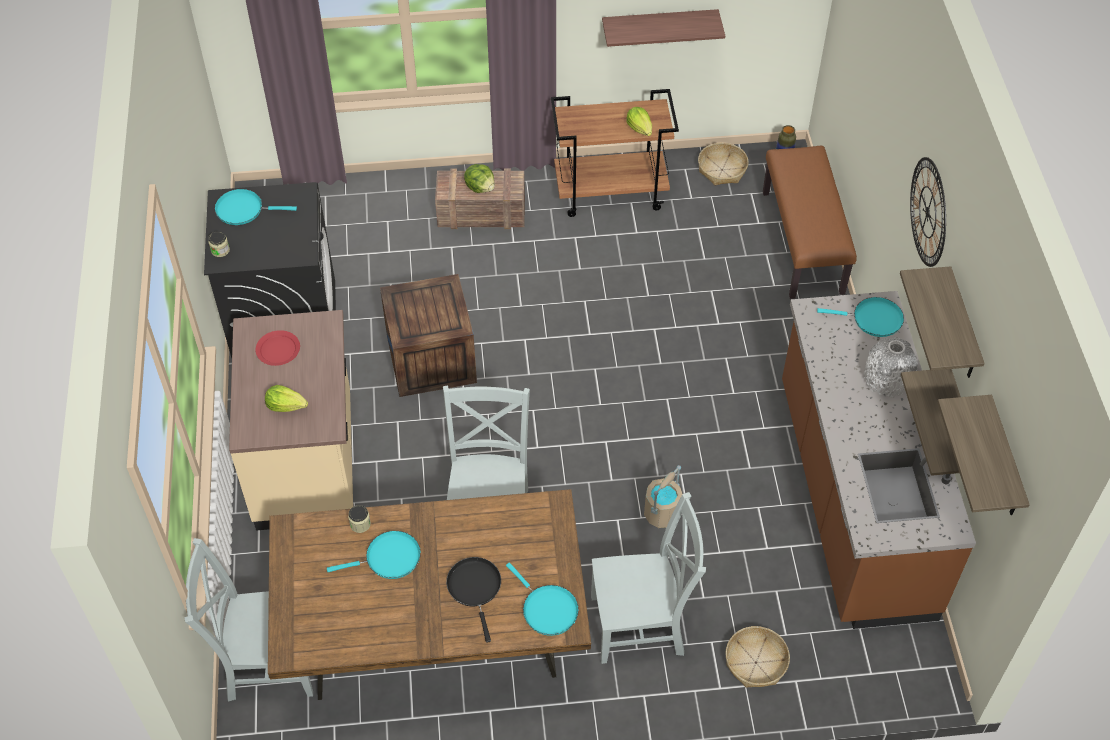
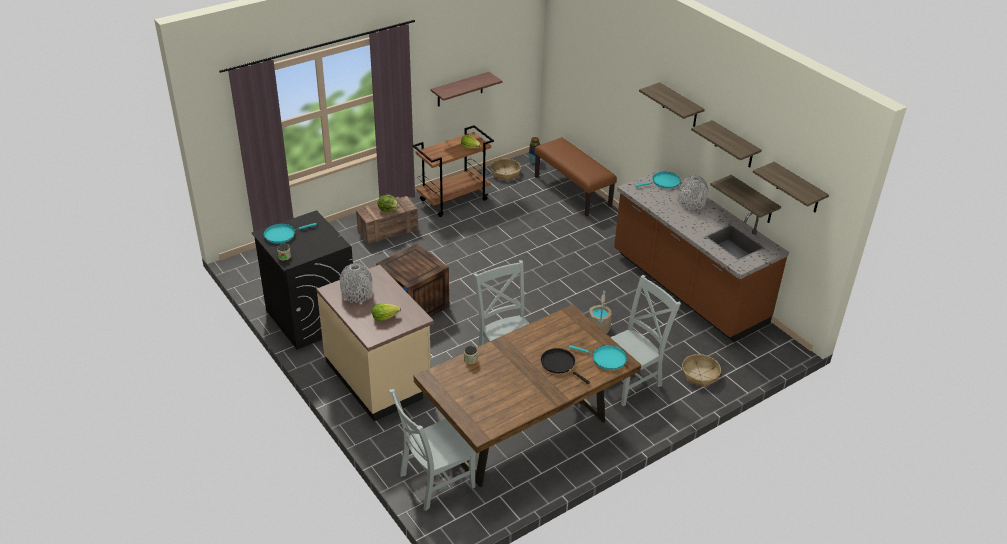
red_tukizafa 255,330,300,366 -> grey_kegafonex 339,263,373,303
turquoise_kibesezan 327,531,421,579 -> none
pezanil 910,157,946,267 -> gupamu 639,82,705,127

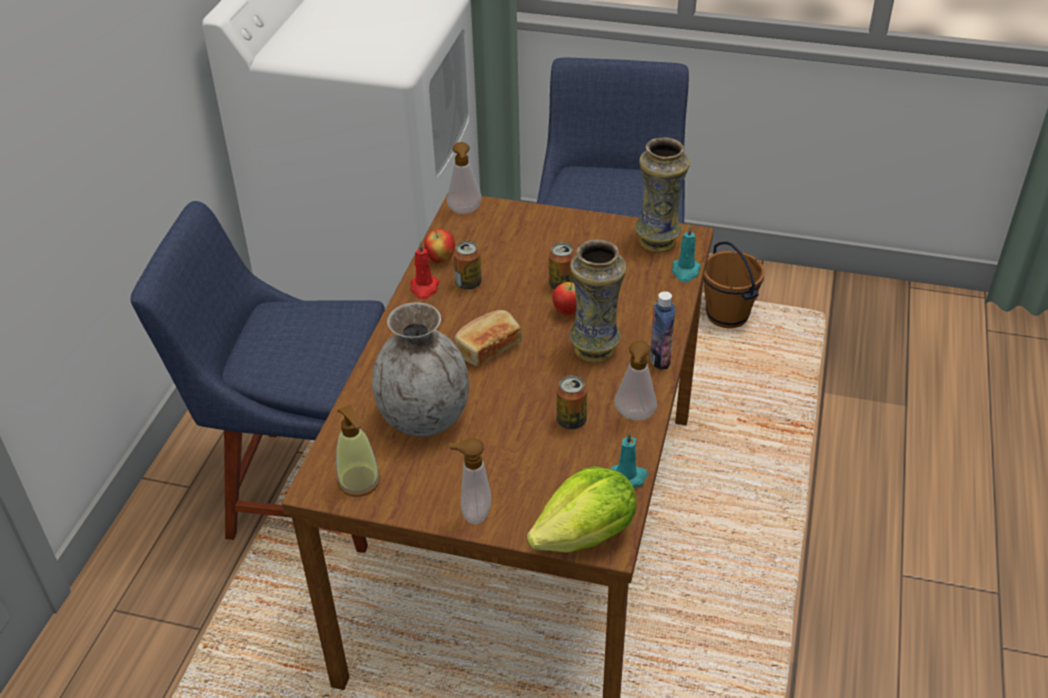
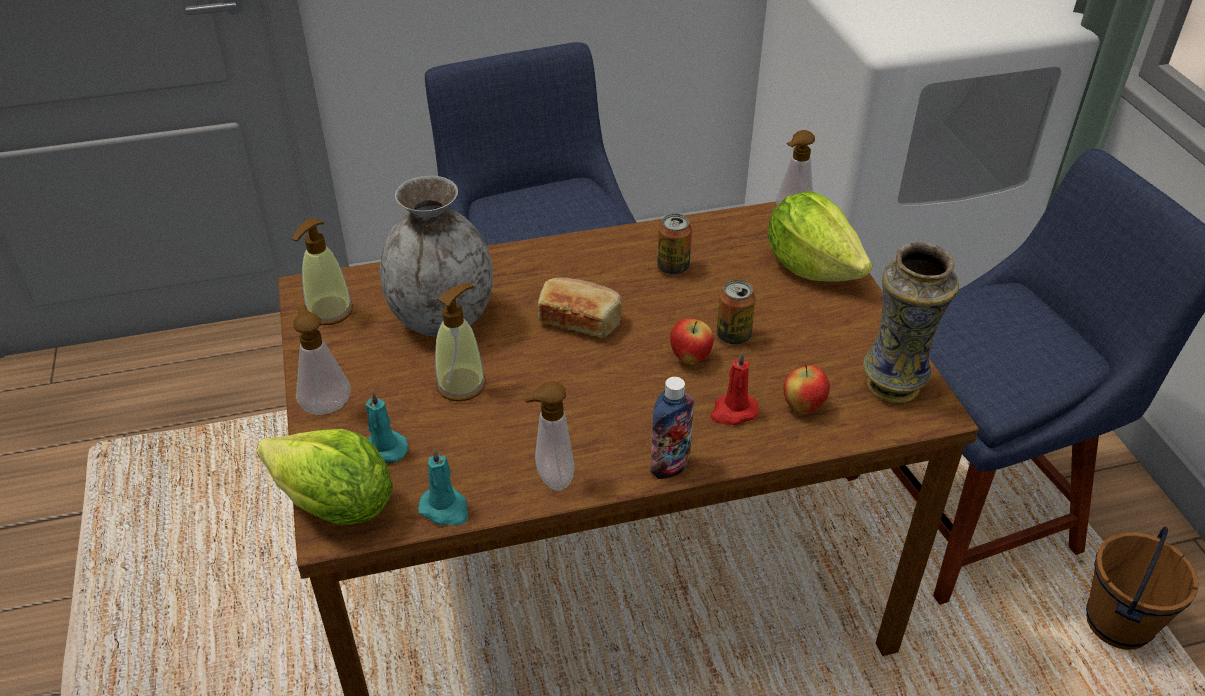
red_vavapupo 411,241,439,299 -> red_vavapupo 711,351,759,425, shifted
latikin 424,229,455,263 -> latikin 783,365,830,414, shifted
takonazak 557,375,587,429 -> none
kegafonex 569,239,627,363 -> none
turquoise_vavapupo 672,225,701,282 -> turquoise_vavapupo 365,390,408,463, shifted
none -> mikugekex 435,283,486,401
none -> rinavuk 767,191,873,282

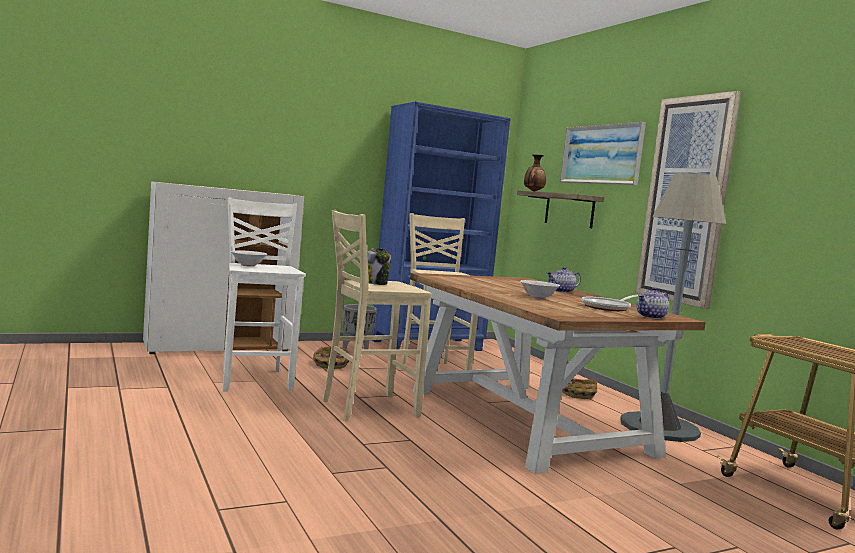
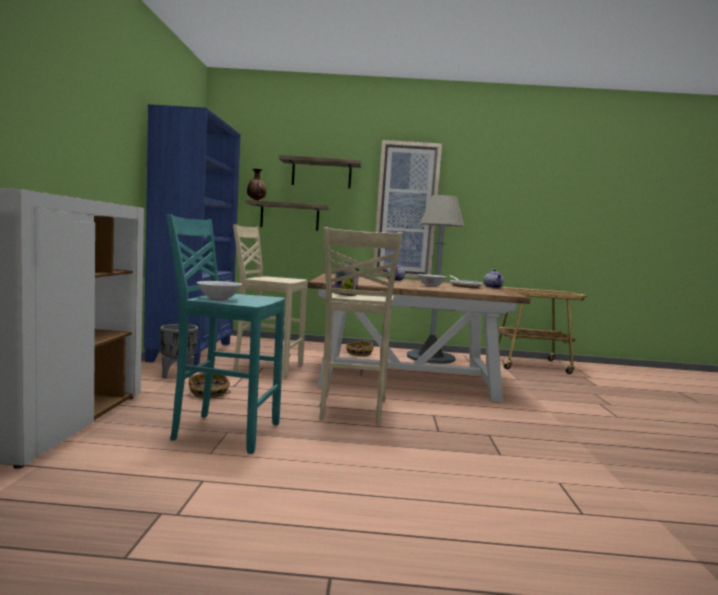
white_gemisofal 223,198,306,391 -> turquoise_gemisofal 166,214,285,454
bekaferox 560,122,646,185 -> gupamu 278,155,361,189

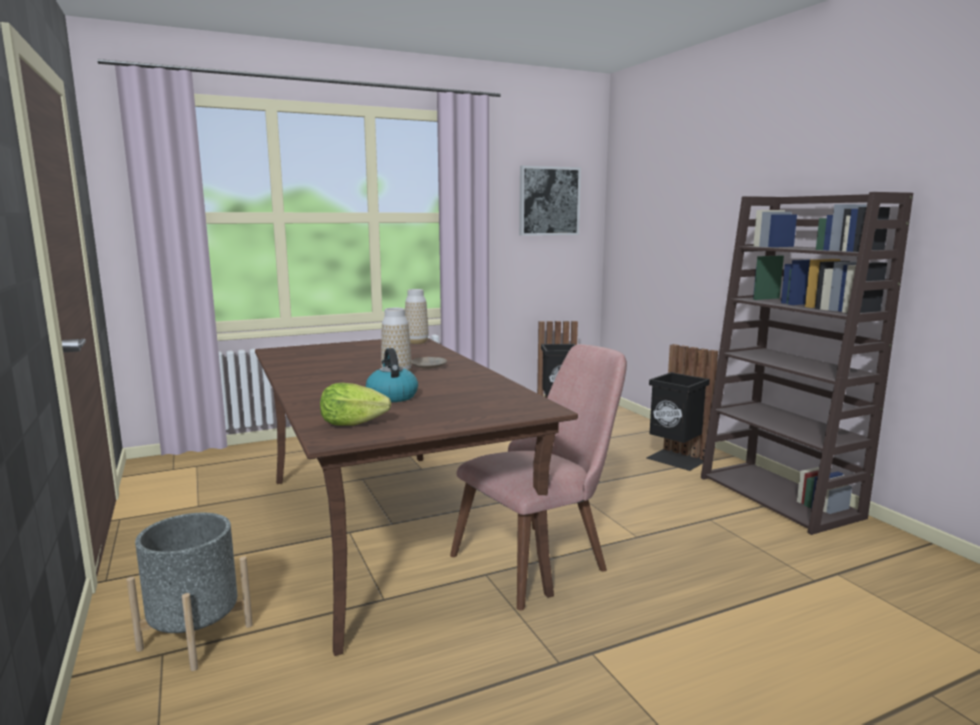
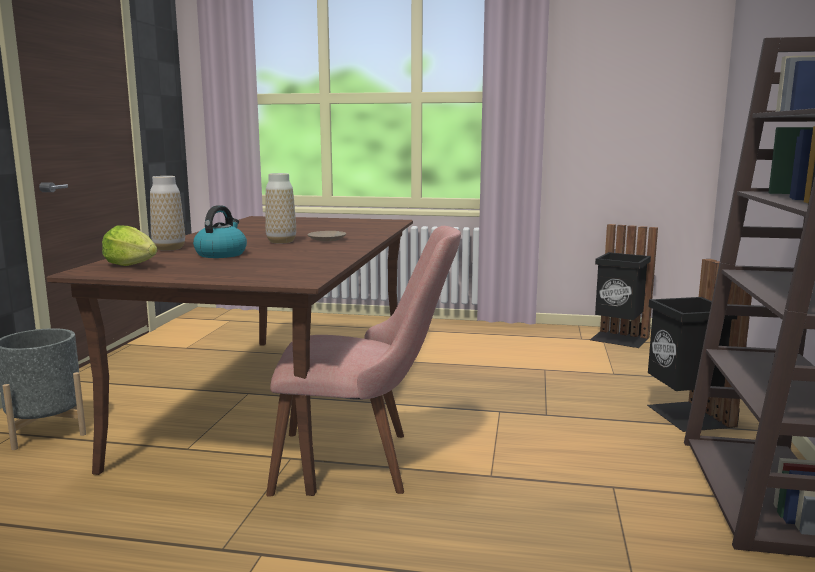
kegafonex 405,289,429,344 -> kegafonex 150,176,185,251, shifted
bekaferox 519,166,581,236 -> none

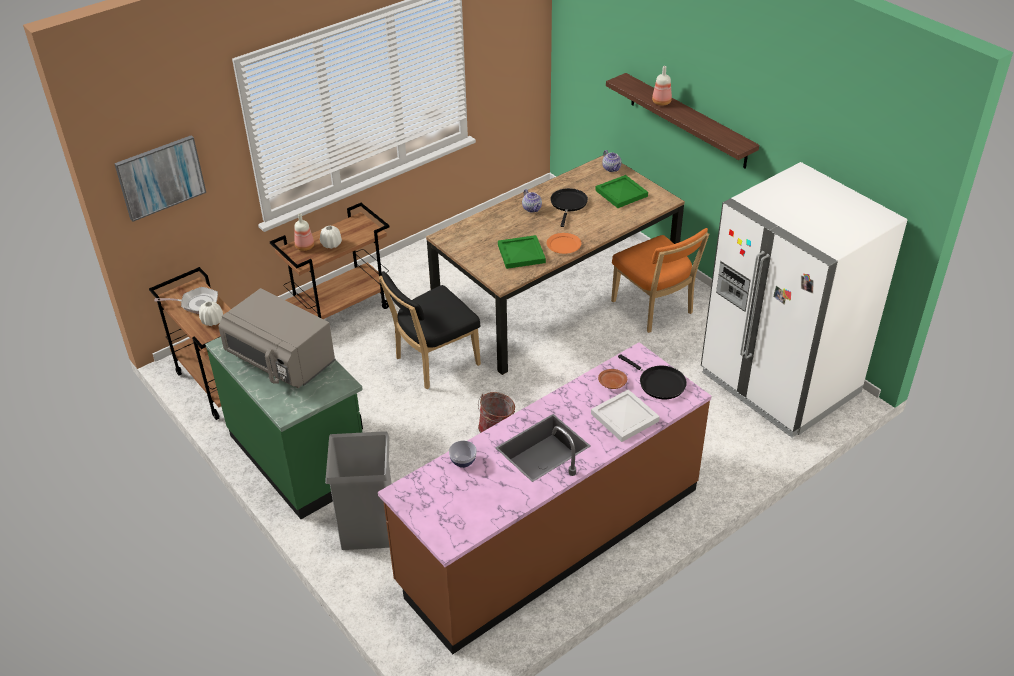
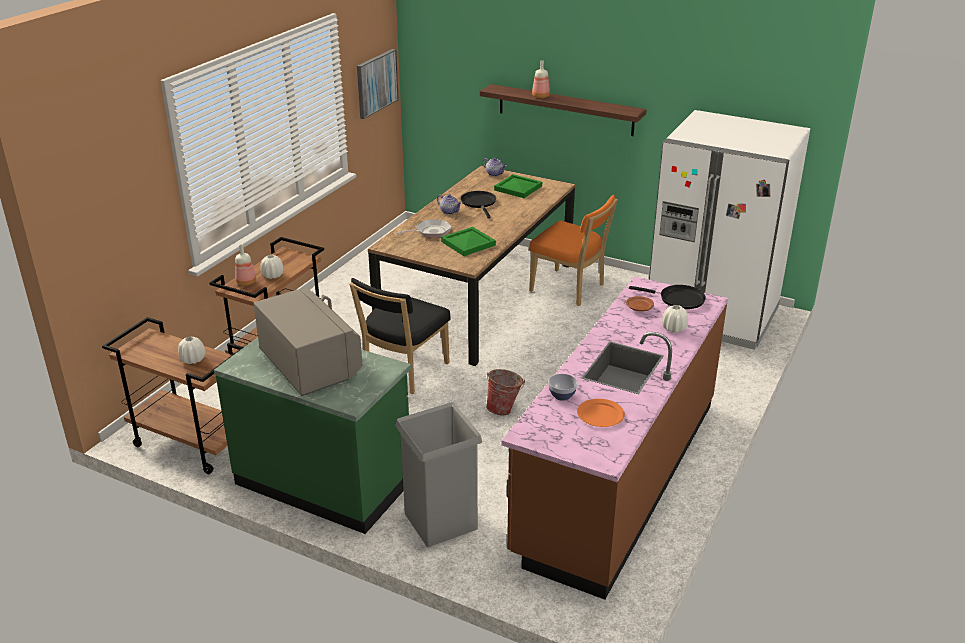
bekaferox 114,135,206,222 -> bekaferox 357,49,399,119, shifted
kibesezan 154,287,218,314 -> kibesezan 396,220,452,238, shifted
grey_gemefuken 218,288,336,388 -> grey_gemefuken 253,287,362,396, 135 degrees counterclockwise
orange_tukizafa 547,233,581,254 -> orange_tukizafa 577,399,625,427, shifted
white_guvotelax 591,389,660,442 -> white_kegafonex 662,305,688,333

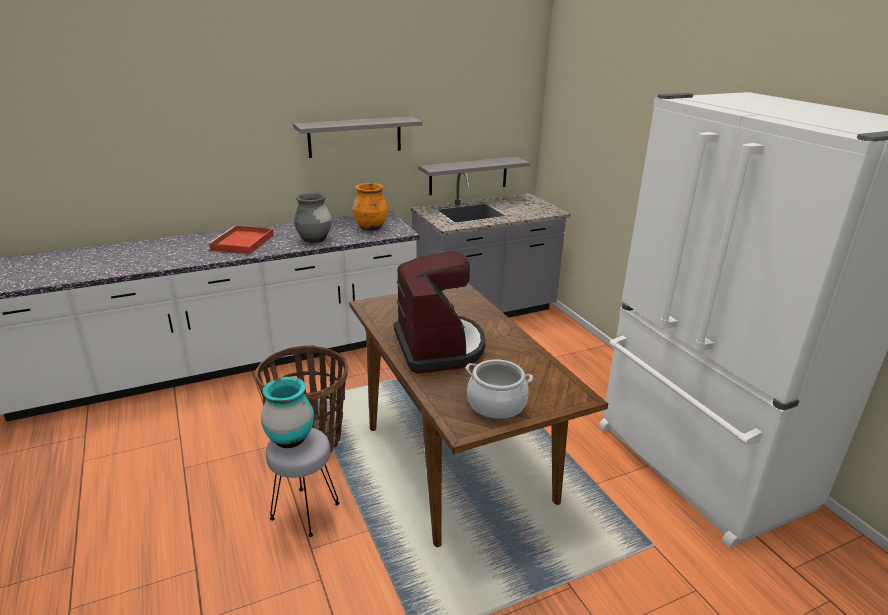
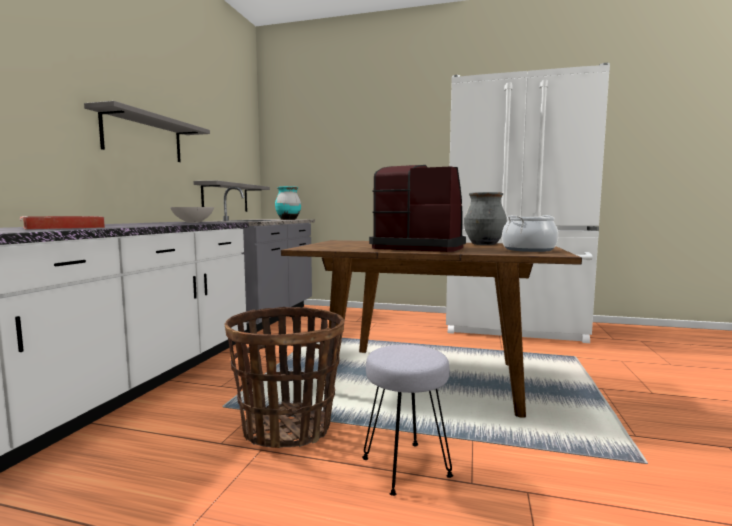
turquoise_kegafonex 261,377,314,448 -> turquoise_kegafonex 275,186,301,220, shifted
grey_kegafonex 294,192,332,243 -> grey_kegafonex 464,192,507,245, shifted
orange_kegafonex 353,183,388,231 -> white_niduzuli 170,207,214,223

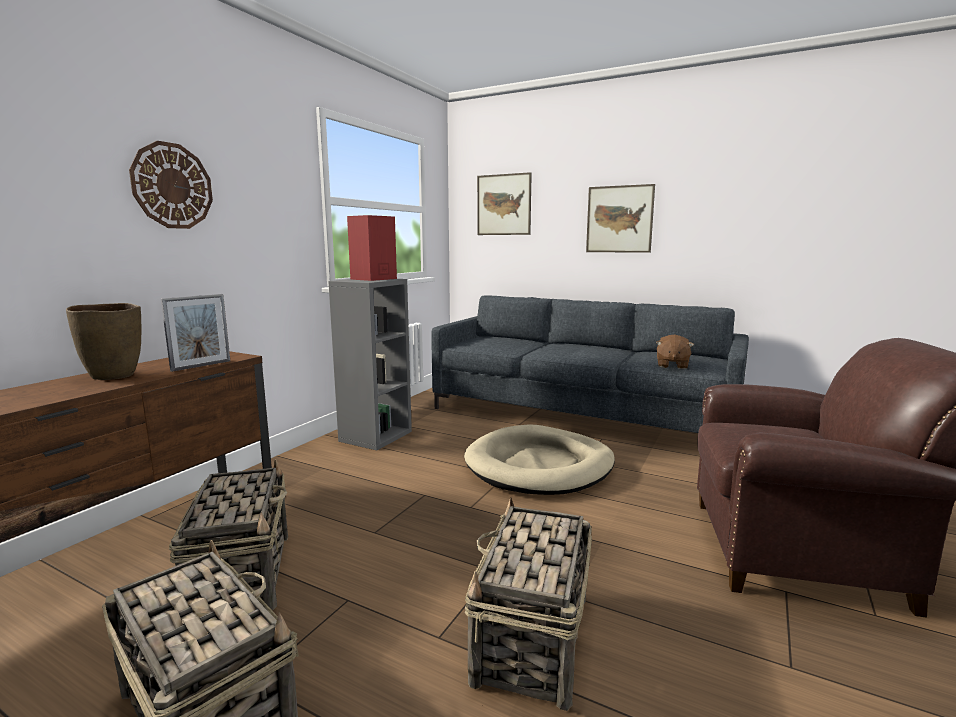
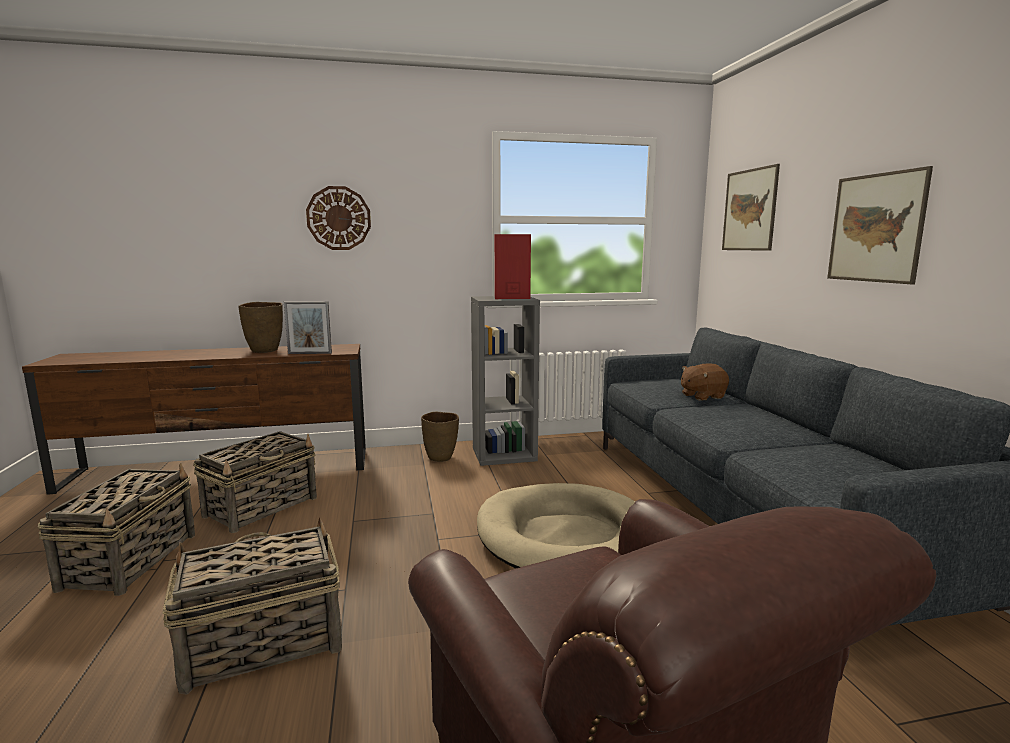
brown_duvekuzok 656,335,694,369 -> brown_duvekuzok 681,364,729,401, shifted
none -> brown_kegafonex 421,412,459,462

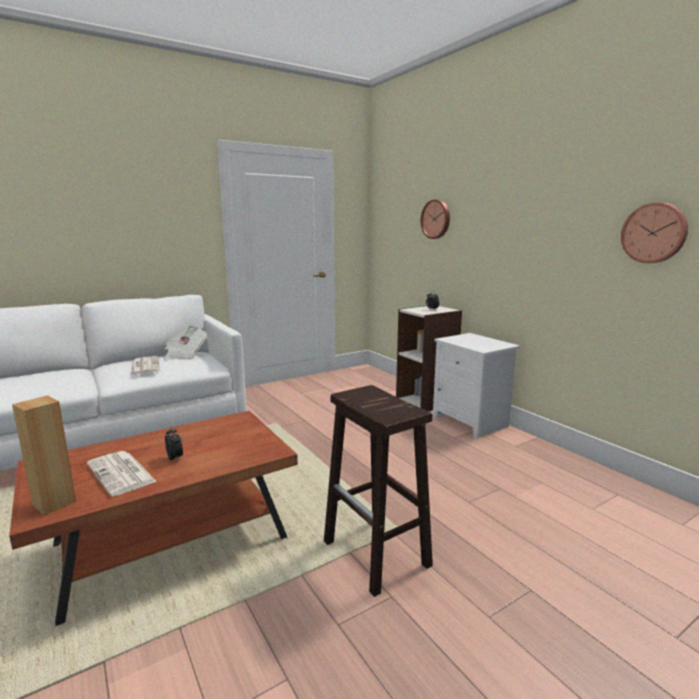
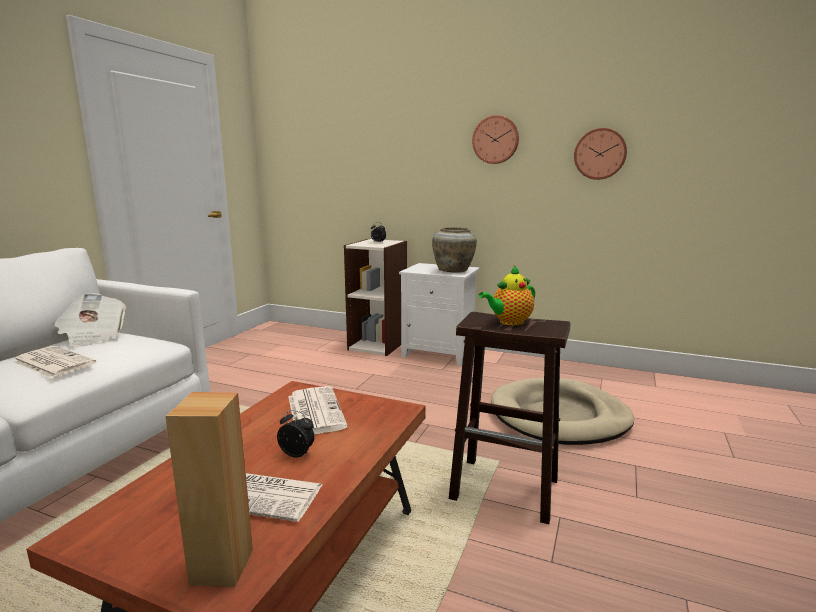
pezanil 421,200,450,239 -> pezanil 472,115,519,164, shifted
none -> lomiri 288,386,348,434
none -> beige_kegafonex 432,227,477,273
none -> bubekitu 479,265,535,325
none -> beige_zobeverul 491,377,634,445

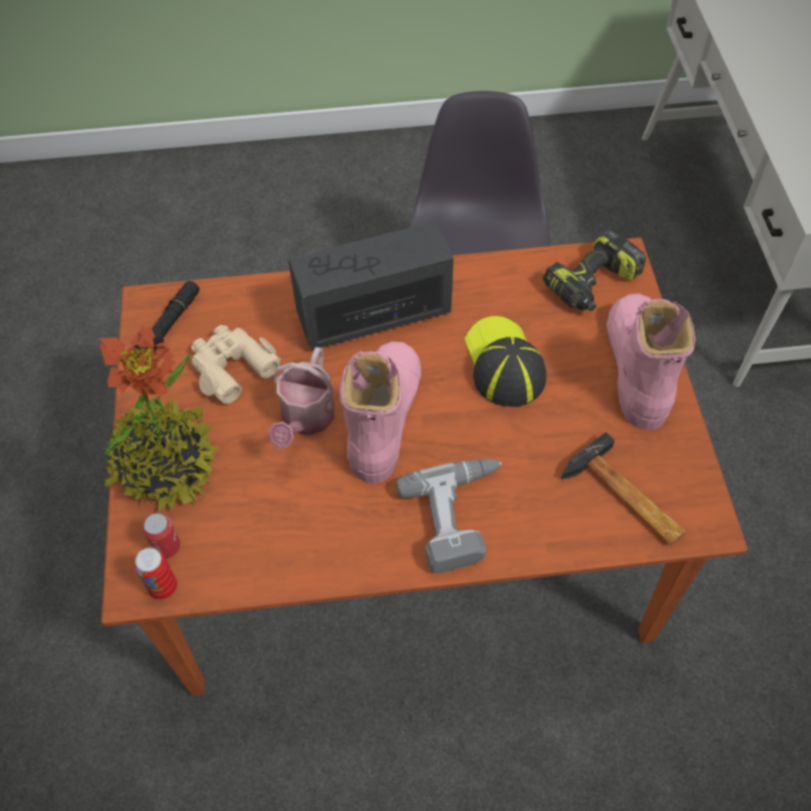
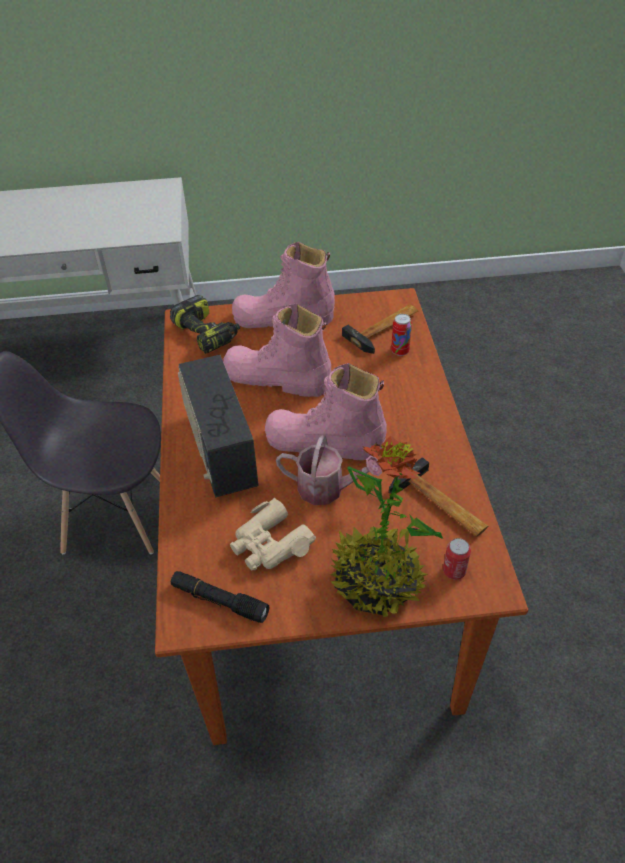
takonazak 135,548,177,600 -> takonazak 391,314,412,356, shifted
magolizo 396,459,502,573 -> none
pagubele 464,316,546,407 -> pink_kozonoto 223,304,331,397
none -> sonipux 389,457,488,537

